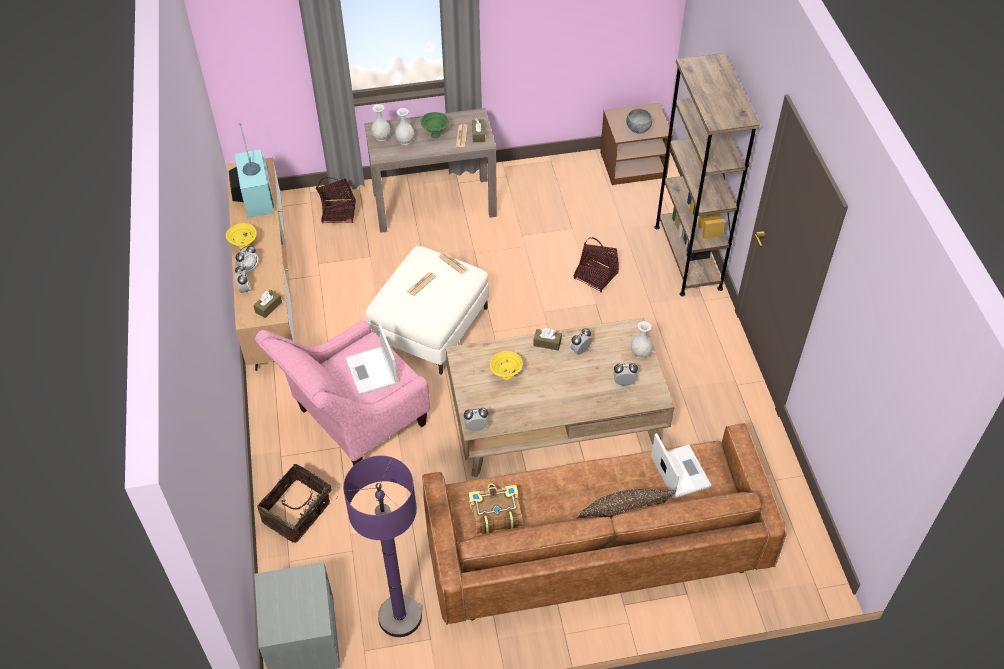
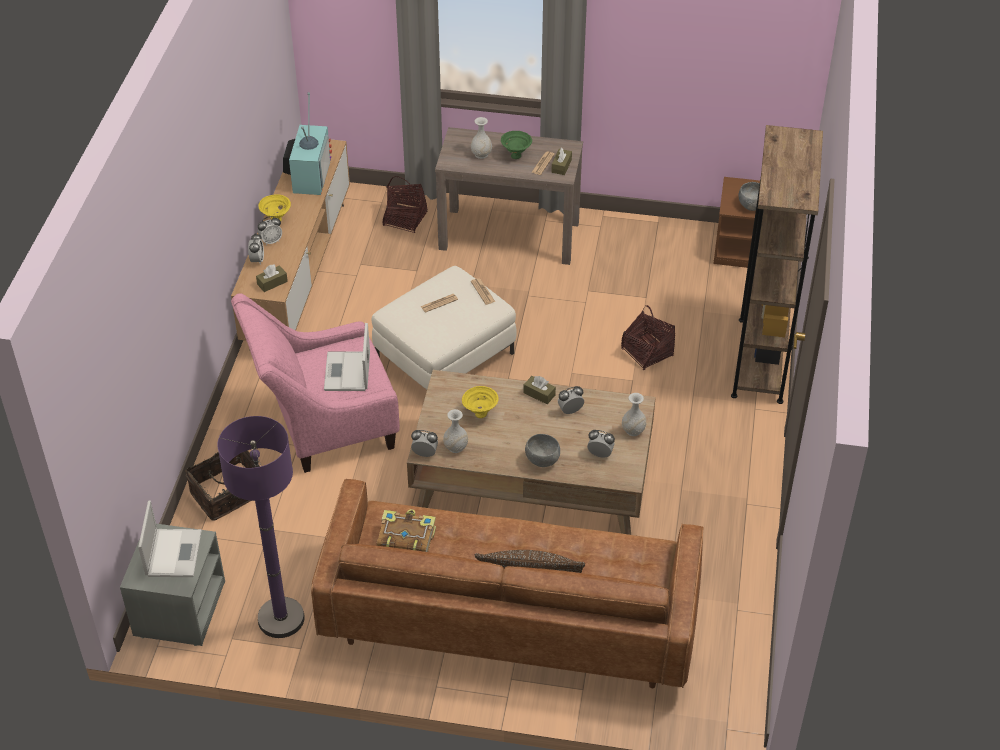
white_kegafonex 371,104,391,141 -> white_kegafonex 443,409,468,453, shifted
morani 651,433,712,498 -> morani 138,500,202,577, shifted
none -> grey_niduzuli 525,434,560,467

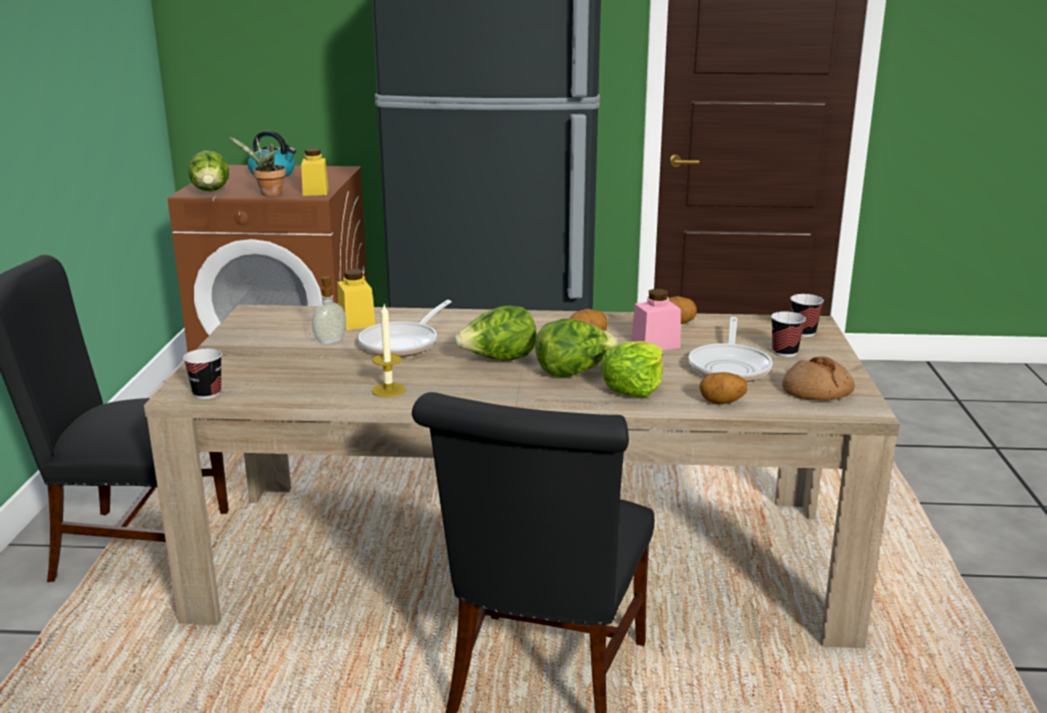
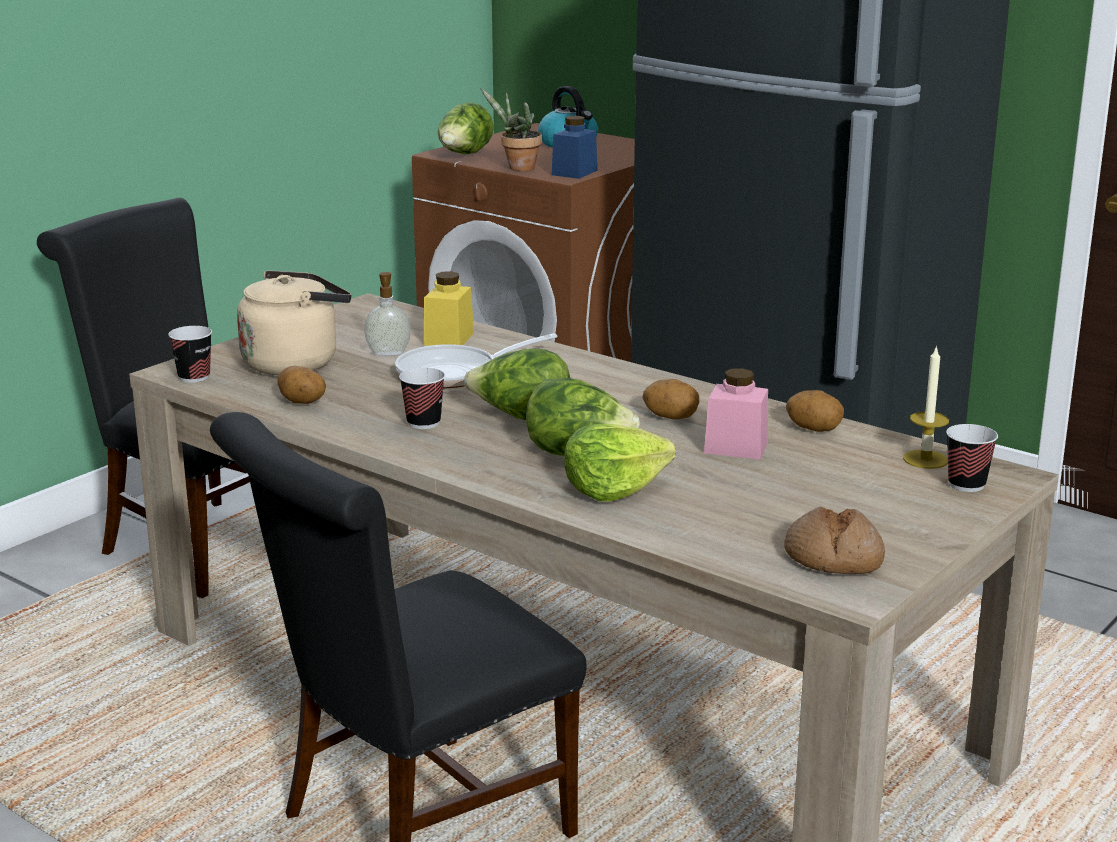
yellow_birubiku 301,149,329,196 -> blue_birubiku 552,116,597,179
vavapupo 371,305,406,397 -> vavapupo 903,345,949,469, shifted
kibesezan 689,317,773,382 -> none
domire 699,372,747,404 -> domire 278,366,326,404, shifted
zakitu 771,311,806,357 -> zakitu 399,368,445,429, shifted
none -> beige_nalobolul 237,270,351,375

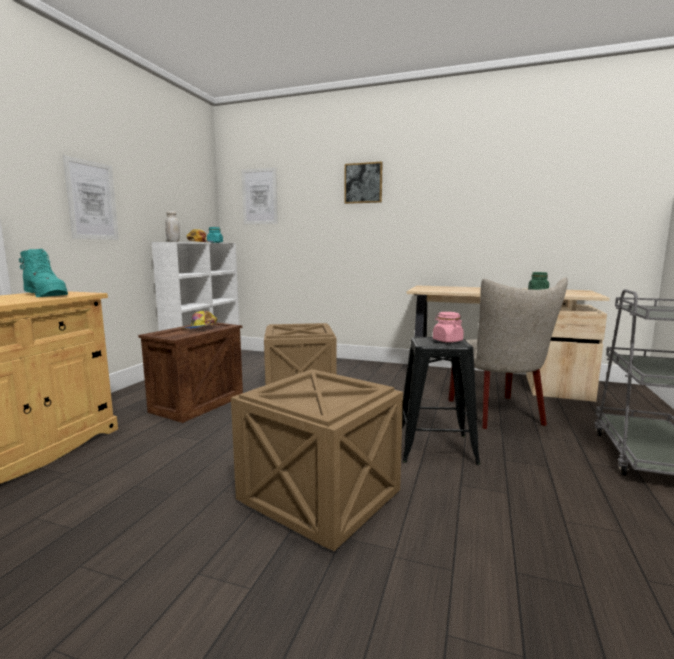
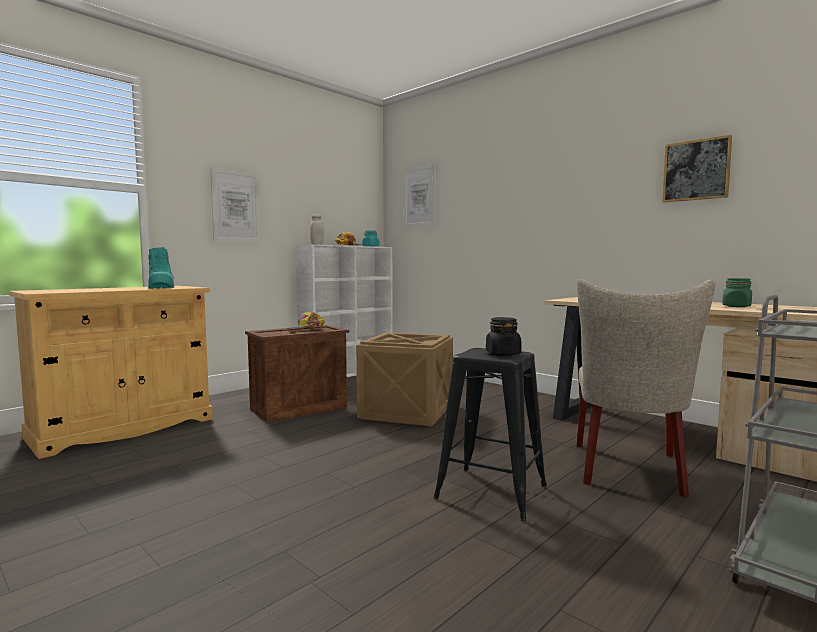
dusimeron 231,369,403,551 -> none
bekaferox 345,161,383,204 -> bekaferox 662,135,732,202, shifted
pink_birubiku 433,312,464,343 -> black_birubiku 486,317,522,356

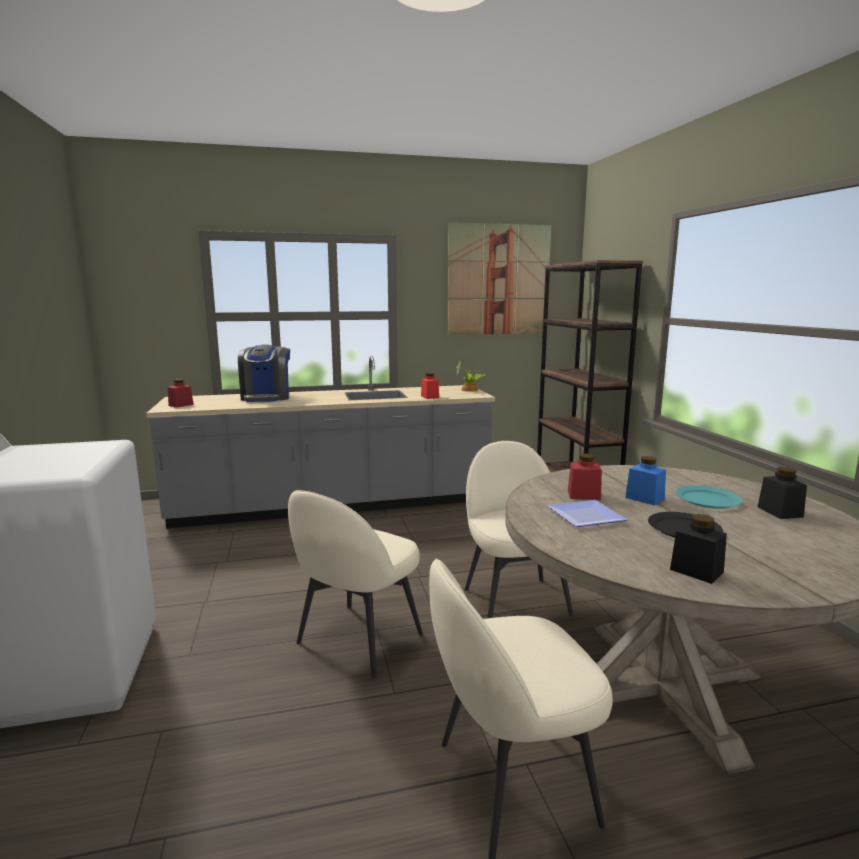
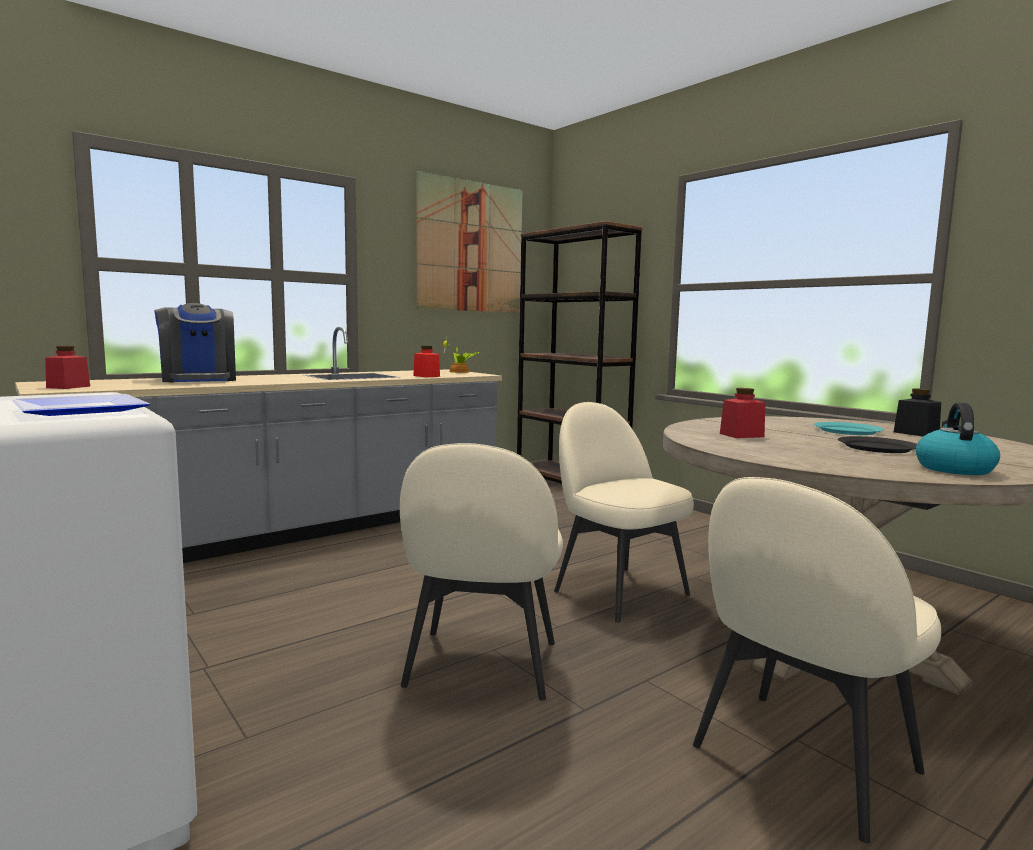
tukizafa 548,500,628,527 -> tukizafa 12,394,150,416, shifted
blue_birubiku 625,456,666,506 -> none
black_birubiku 670,514,727,584 -> nalobolul 916,402,1000,475

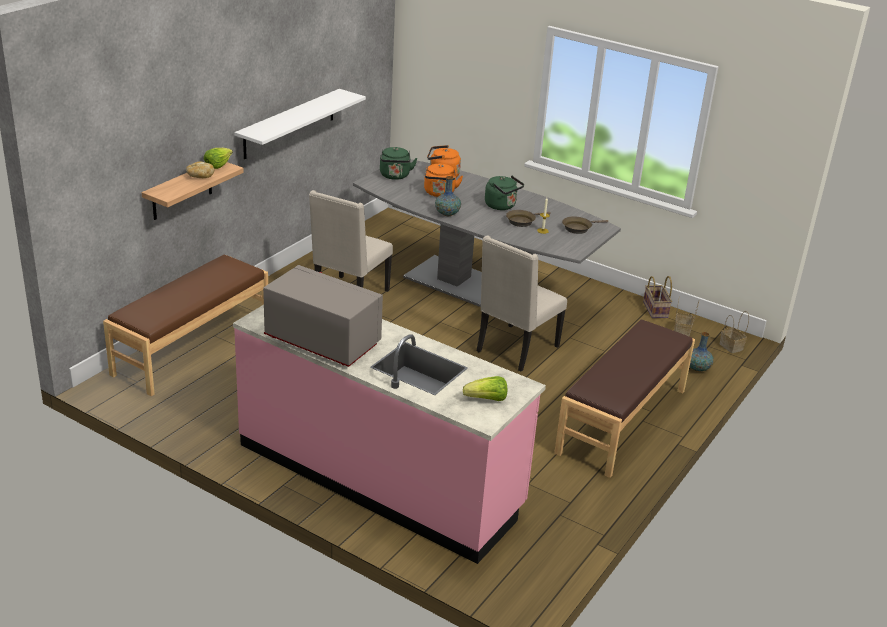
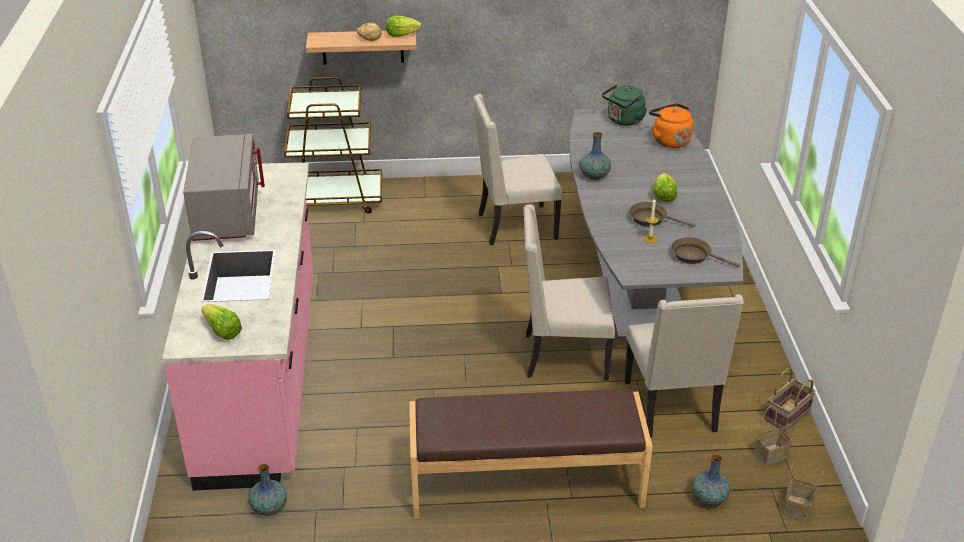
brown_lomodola 103,255,268,396 -> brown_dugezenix 284,77,382,214
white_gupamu 234,89,366,159 -> none
orange_nalobolul 424,164,463,197 -> none
green_nalobolul 485,176,524,210 -> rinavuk 653,173,677,202
none -> kegafonex 248,464,287,516
none -> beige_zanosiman 624,294,744,438

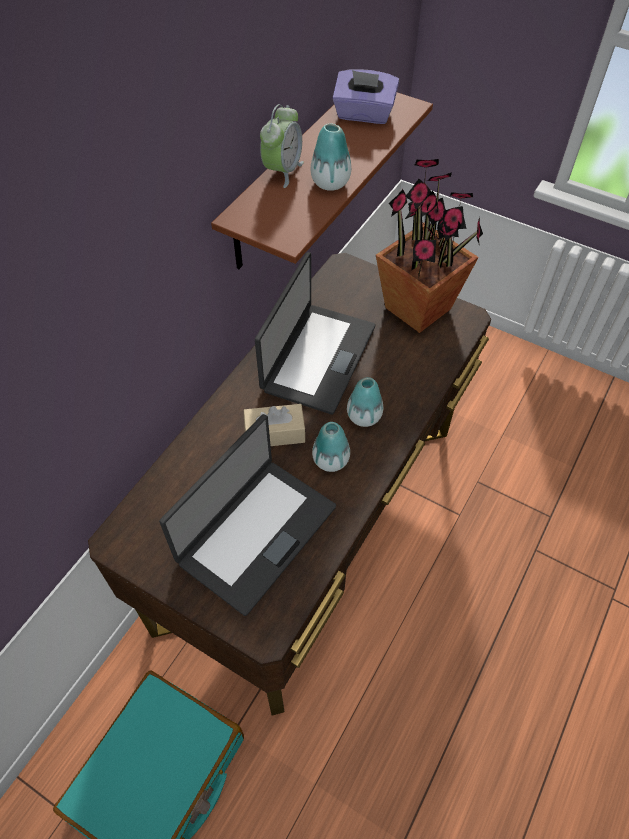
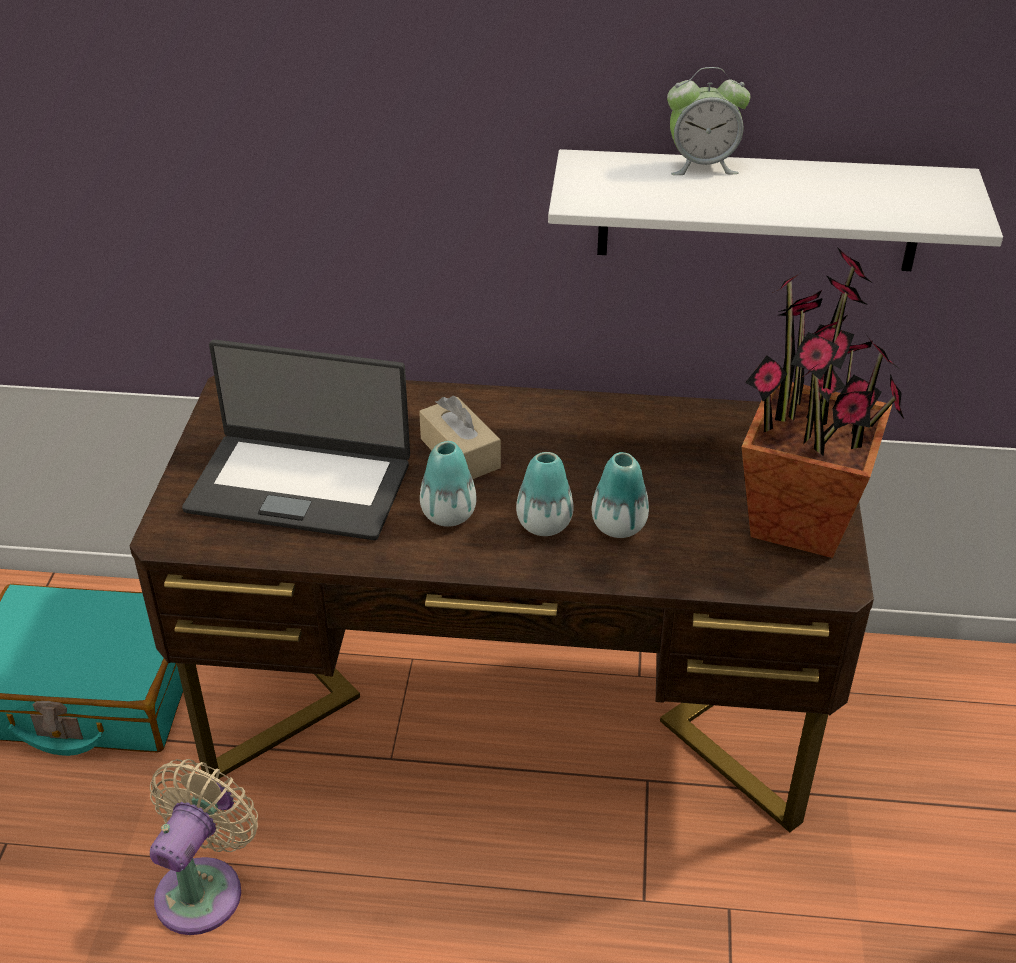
brown_gupamu 211,92,433,269 -> white_gupamu 548,149,1003,271
morani 255,252,376,415 -> none
kegafonex 310,124,351,191 -> kegafonex 591,452,649,538, shifted
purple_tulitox 332,69,399,124 -> none
none -> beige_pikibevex 150,759,258,935

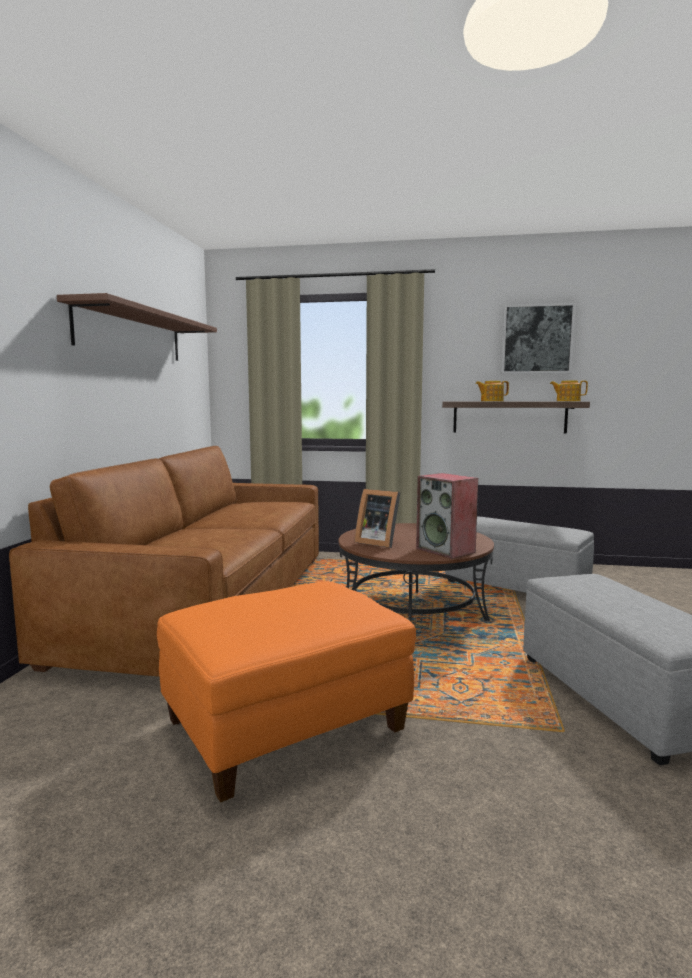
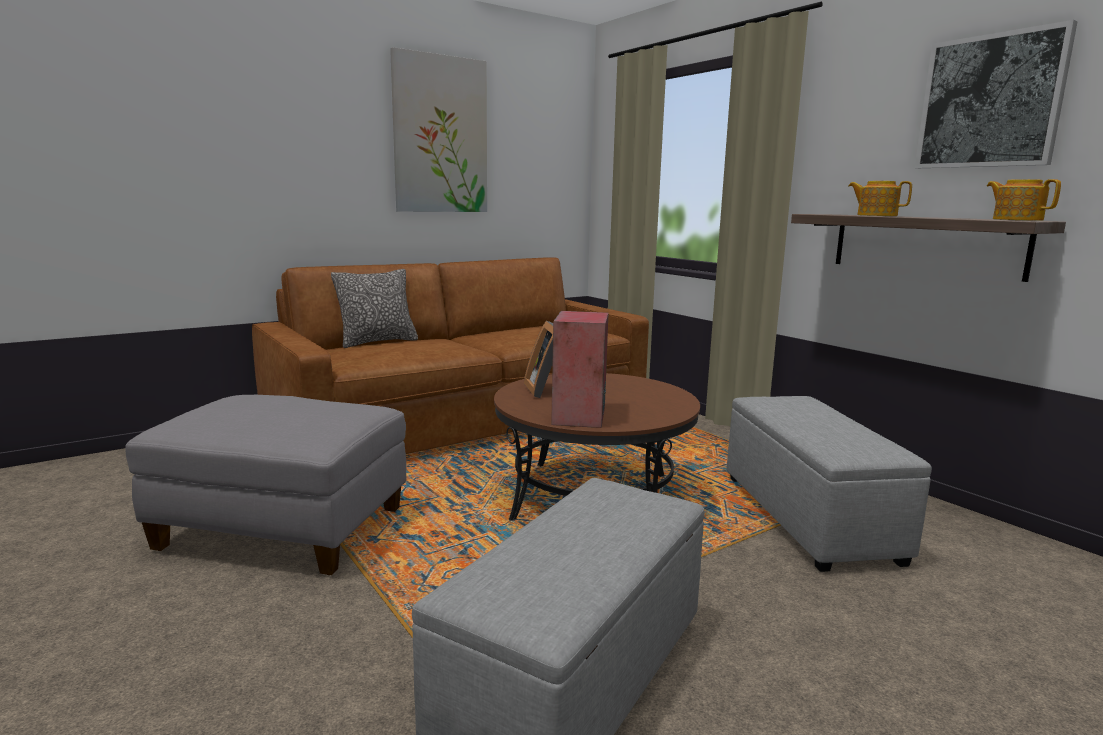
brown_gupamu 57,293,217,361 -> bekaferox 390,47,487,212
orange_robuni 157,581,416,802 -> grey_robuni 125,395,407,575
none -> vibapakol 331,269,418,348

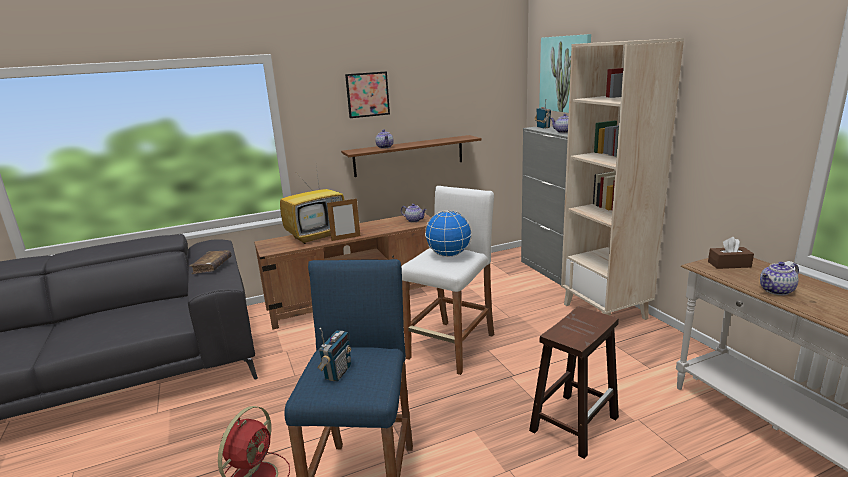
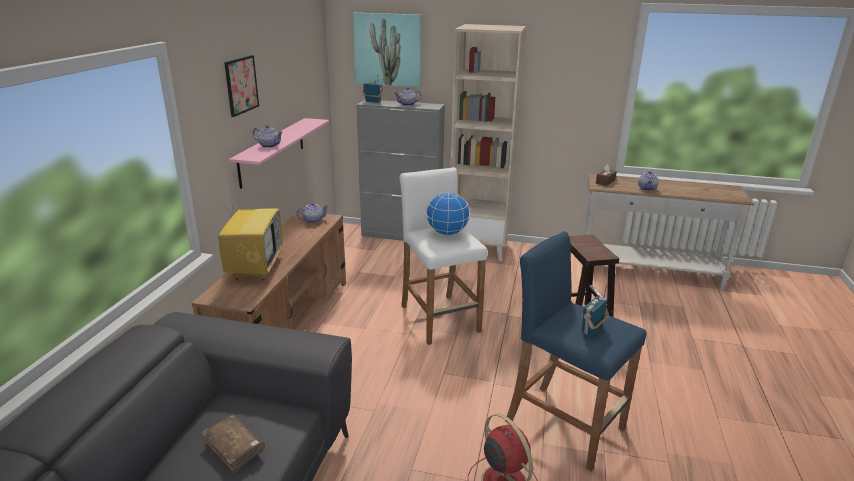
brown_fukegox 189,250,231,274 -> brown_fukegox 201,414,265,473, shifted
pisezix 317,328,351,381 -> pisezix 581,284,609,336, 105 degrees counterclockwise
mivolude 327,198,360,241 -> none
brown_gupamu 341,135,482,177 -> pink_gupamu 229,118,329,189

